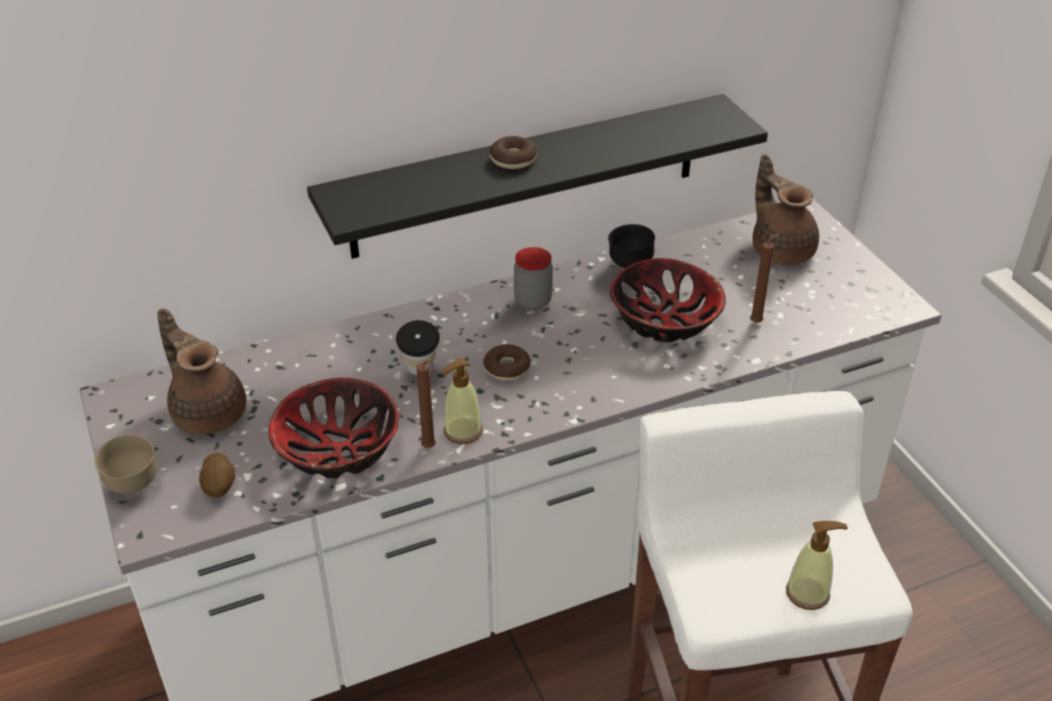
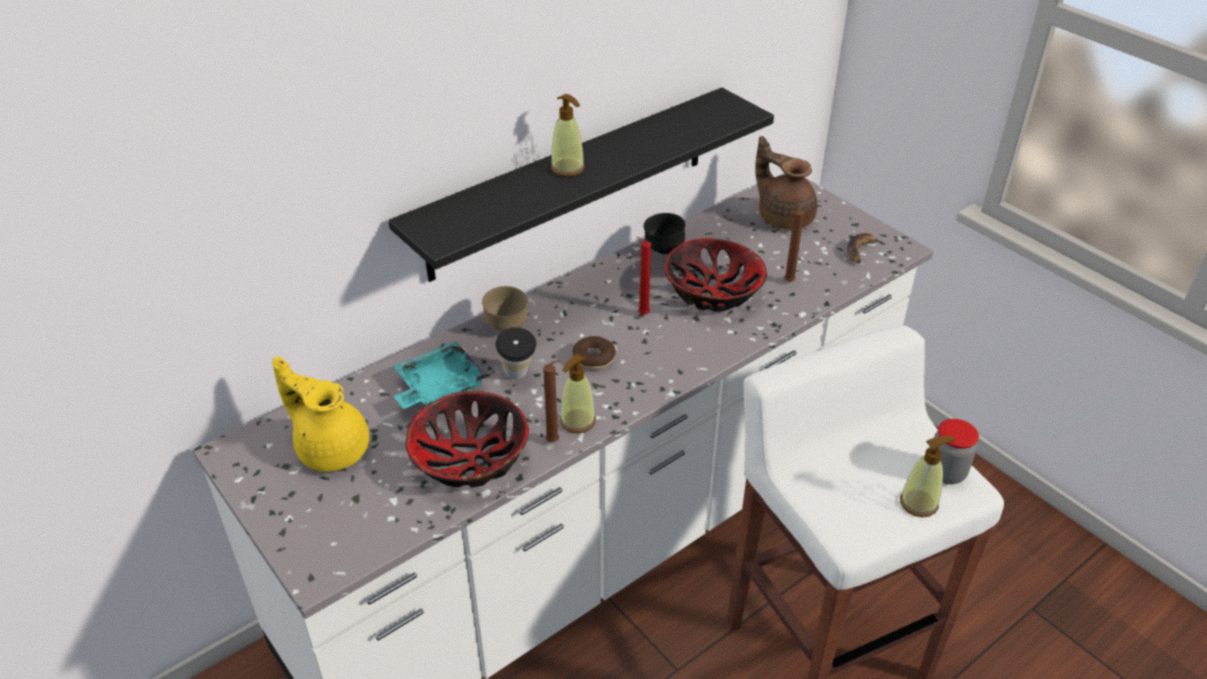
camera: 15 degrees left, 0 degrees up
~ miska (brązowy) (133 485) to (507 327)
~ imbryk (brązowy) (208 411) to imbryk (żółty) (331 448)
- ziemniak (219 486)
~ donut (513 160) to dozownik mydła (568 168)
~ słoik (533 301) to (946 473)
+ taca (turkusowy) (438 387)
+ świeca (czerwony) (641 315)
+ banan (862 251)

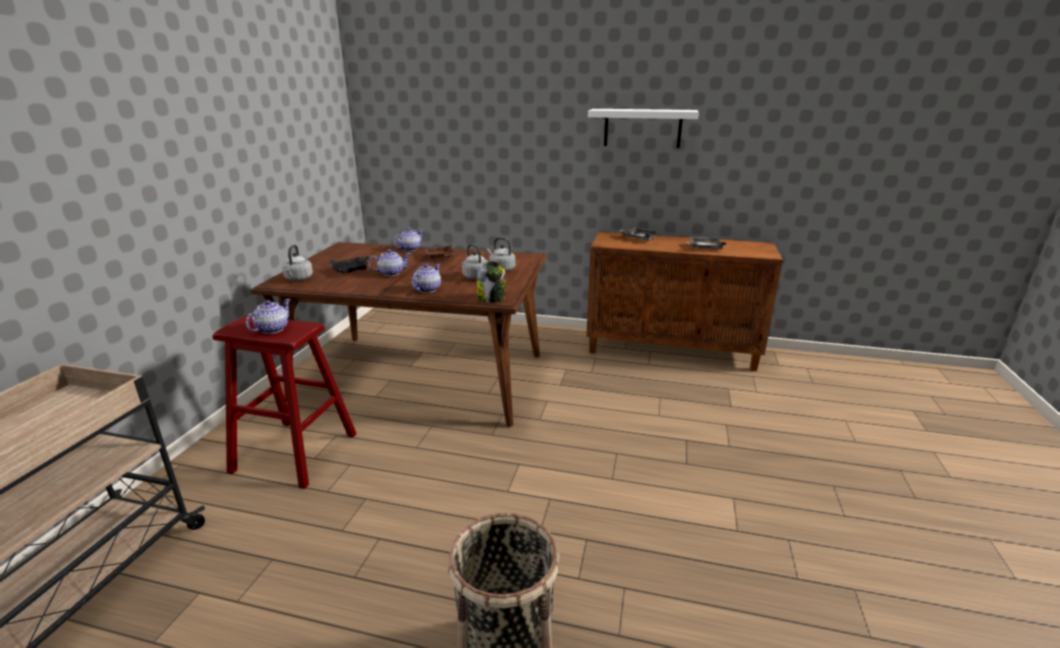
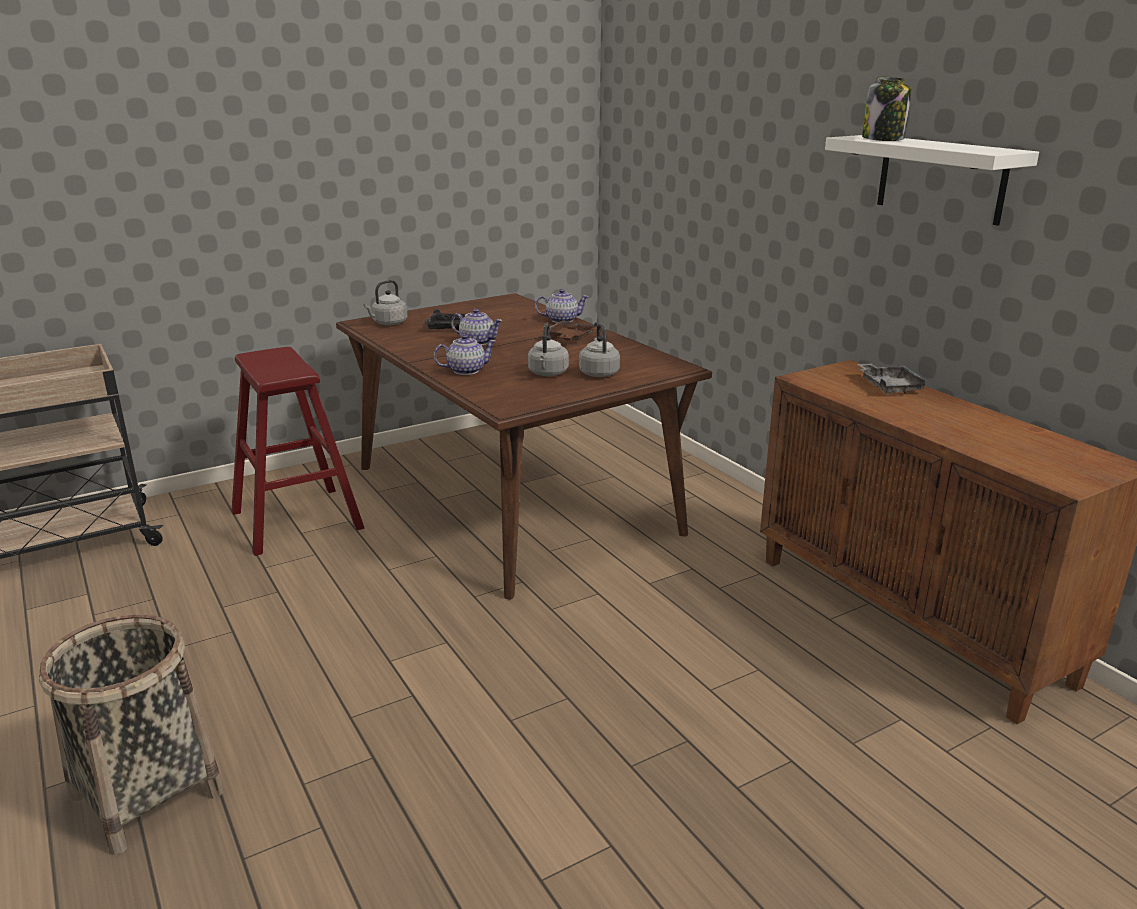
camera: 45 degrees right, 0 degrees up
- imbryk (272 329)
~ słoik (491 298) to (883 139)
- taca (szary) (704 248)

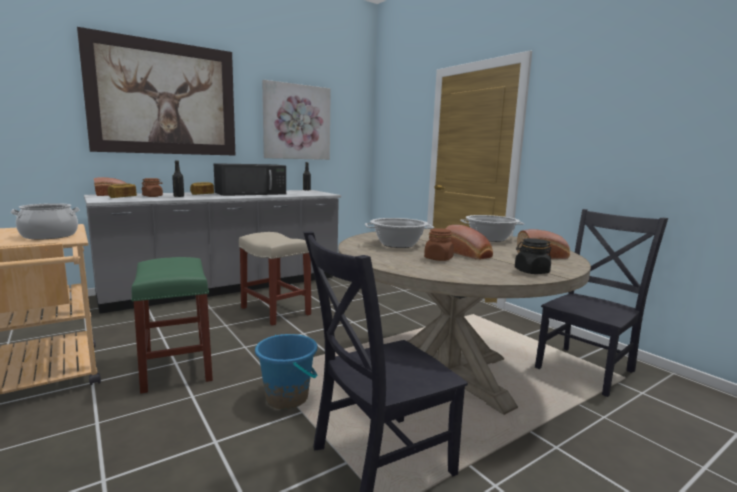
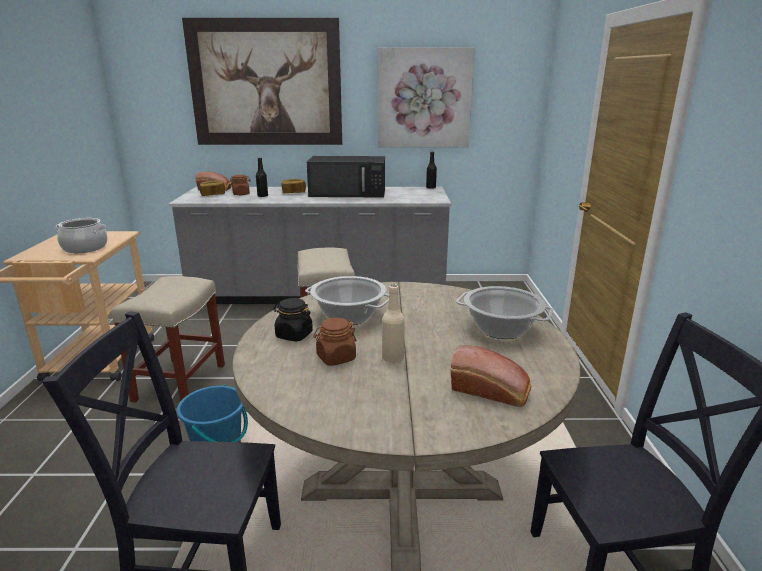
camera: 35 degrees right, 10 degrees up
~ stołek (zielony) (176 366) to stołek (beżowy) (180 381)
~ chleb (468 254) to butelka (beżowy) (393 358)
~ słoik (czarny) (531 271) to (294 335)

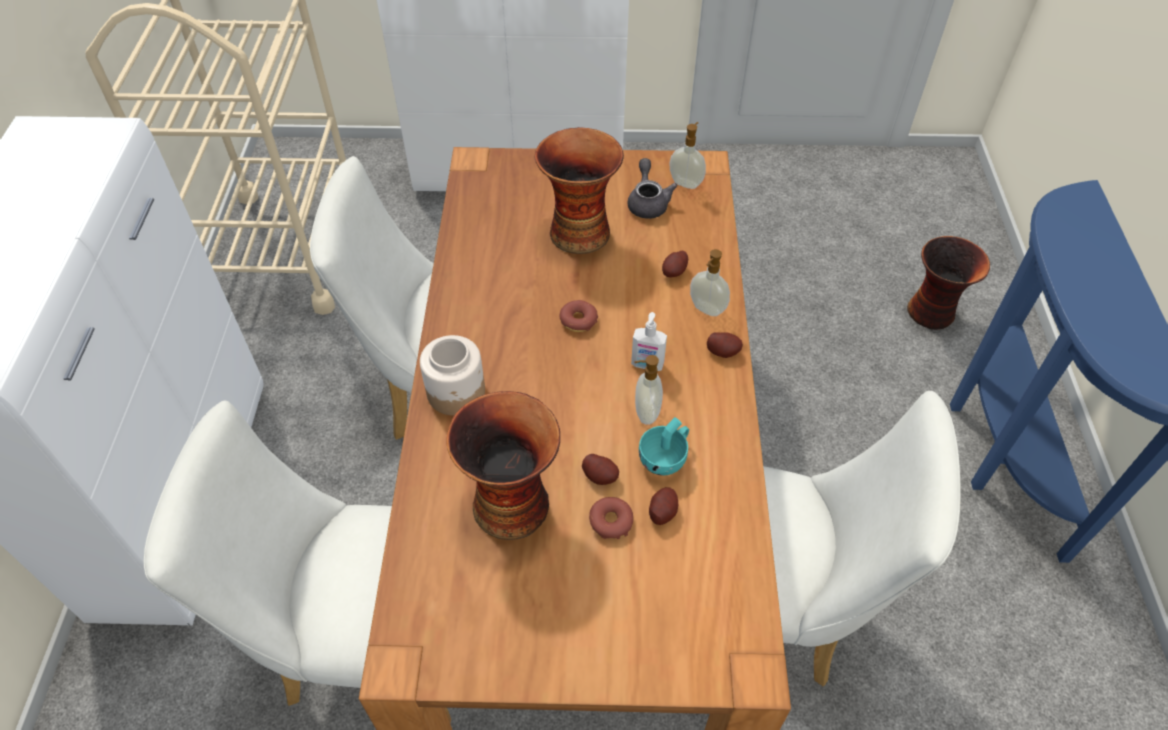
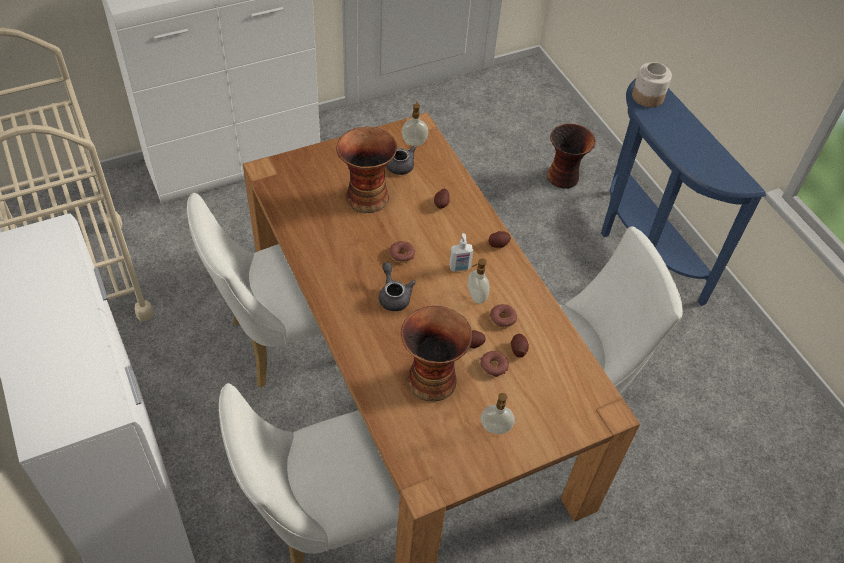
camera: 30 degrees left, 0 degrees up
~ słoik (456 392) to (648 97)
~ filiżanka (turkusowy) (665 458) to donut (502 319)
~ dozownik mydła (706 309) to (495 429)
+ imbryk (szary) (393 295)

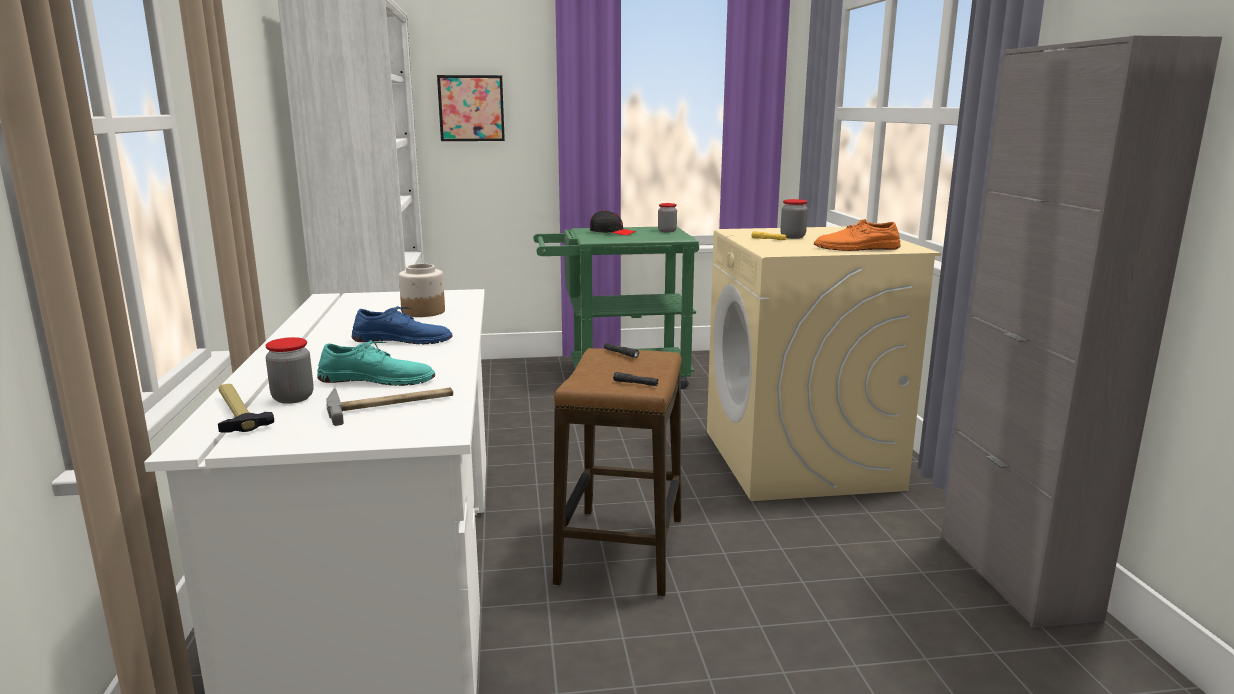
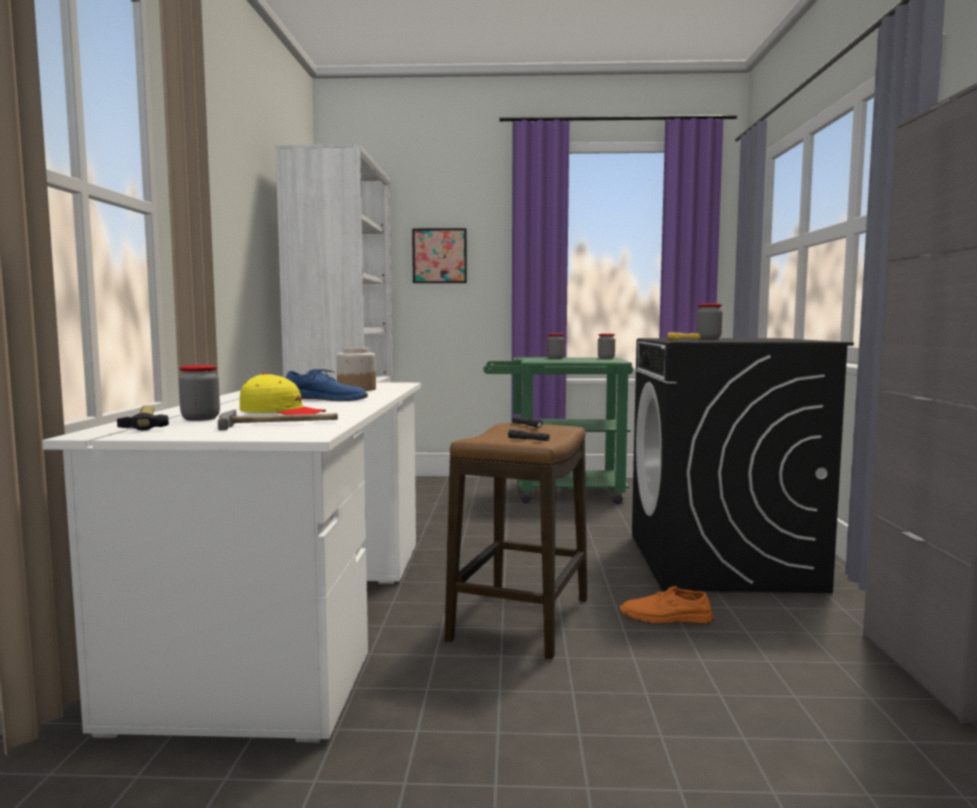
camera: 10 degrees right, 10 degrees down
~ but (turkusowy) (377 379) to czapka z daszkiem (żółty) (282 413)
~ czapka z daszkiem (czarny) (612 232) to słoik (555 358)
~ pralka (beżowy) (800 460) to pralka (czarny) (722 562)
~ but (pomarańczowy) (857 248) to (666 617)

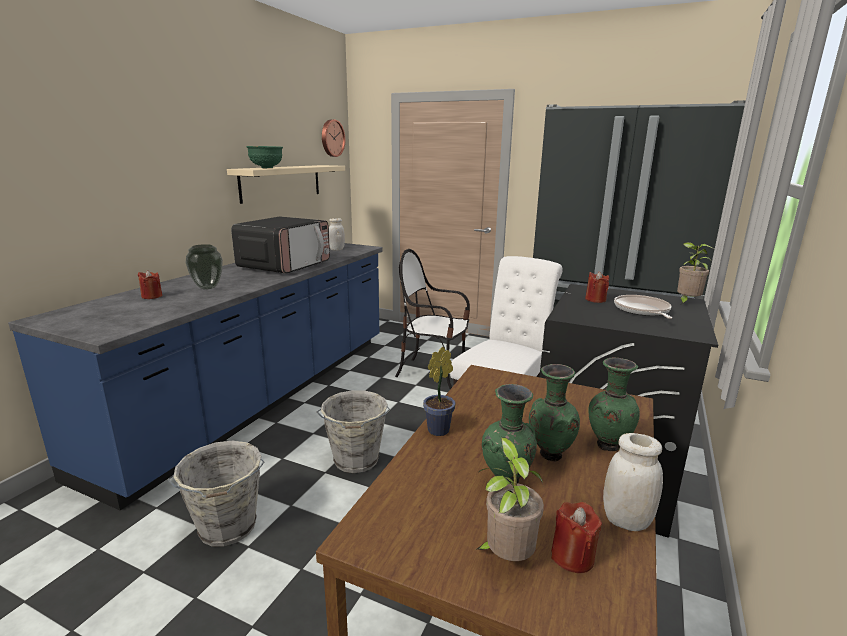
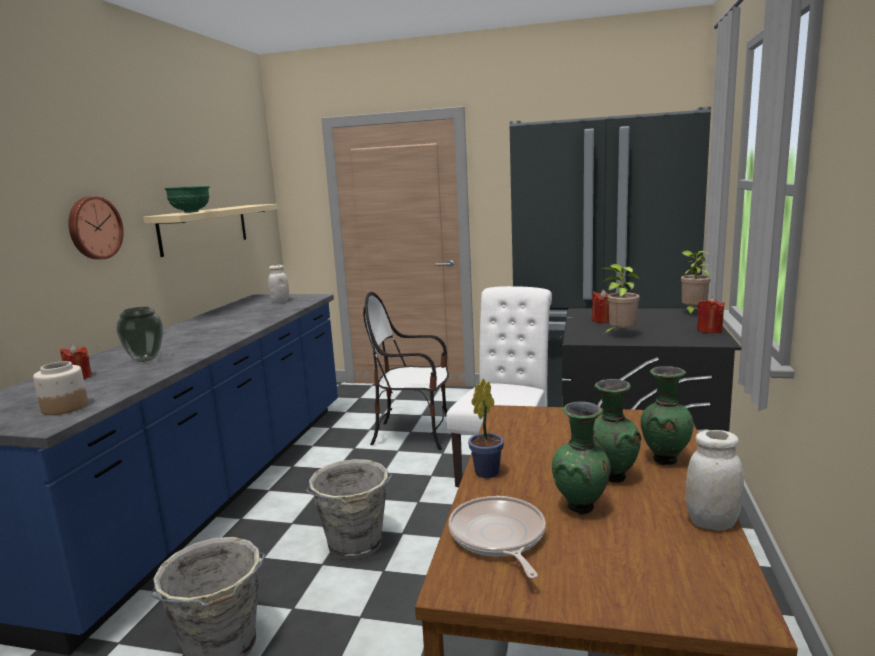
camera: 10 degrees left, 5 degrees down
- mikrofalówka (285 265)
~ zegar ścienny (332 138) to (93 228)
~ roślina doniczkowa (506 557) to (620 335)
~ świeca (czerwony) (572 556) to (709 330)
~ patelnia (642 311) to (498 537)
+ słoik (64 408)

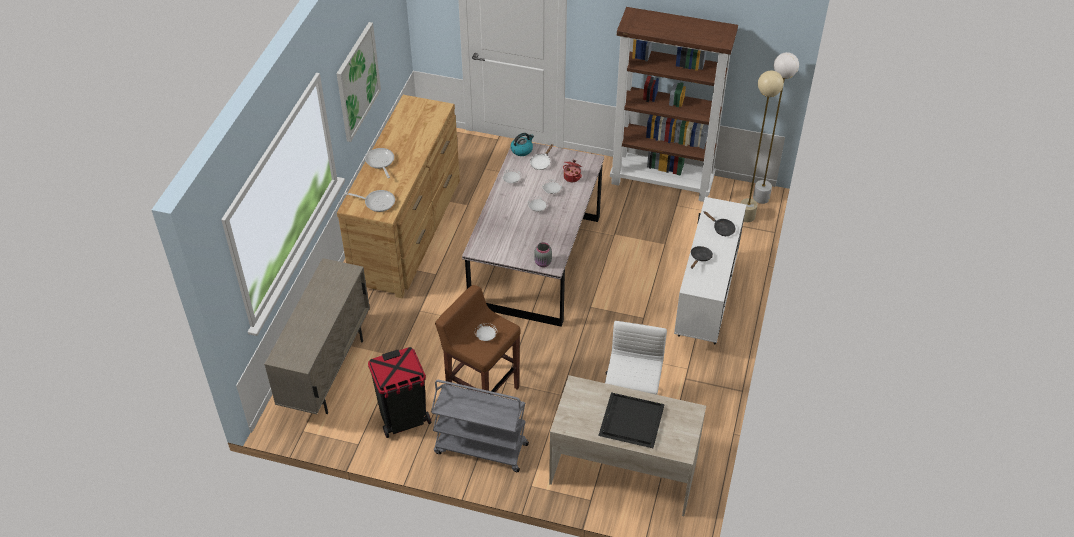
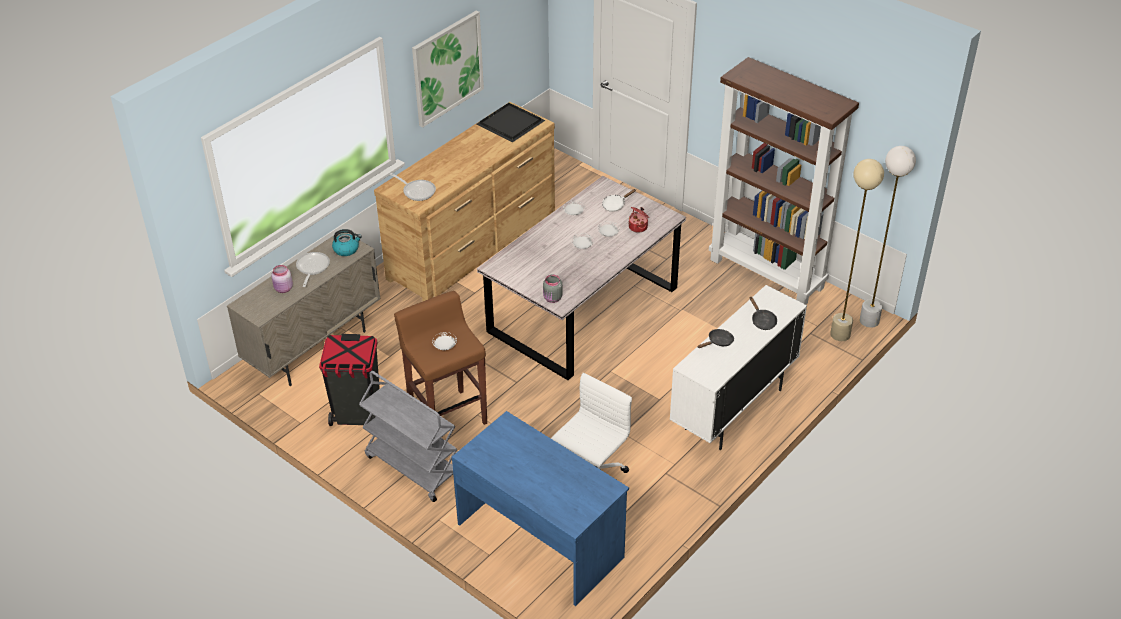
camera: 25 degrees right, 5 degrees down
~ patelnia (380 162) to (312 268)
~ czajnik (522 150) to (346 249)
~ biurko (beżowy) (623 471) to biurko (niebieski) (541 539)
~ taca (czarny) (630 422) to (509 124)
+ słoik (różowy) (283 289)

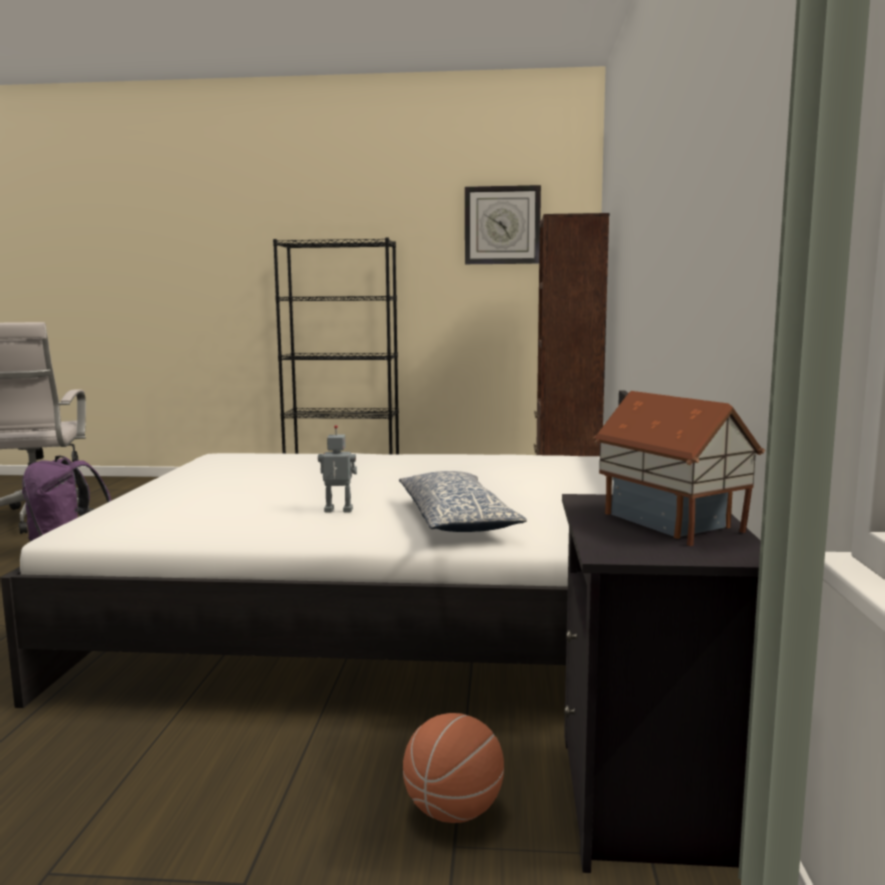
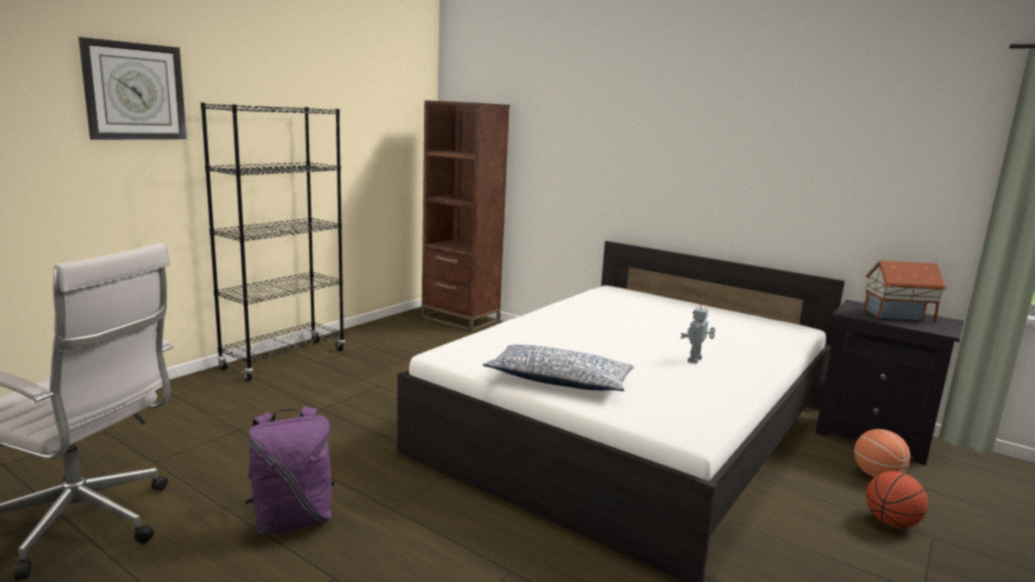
camera: 60 degrees left, 5 degrees up
~ poduszka (456 520) to (559 381)
~ zegar ścienny (502 225) to (134 91)
+ piłka do koszykówki (891 523)

